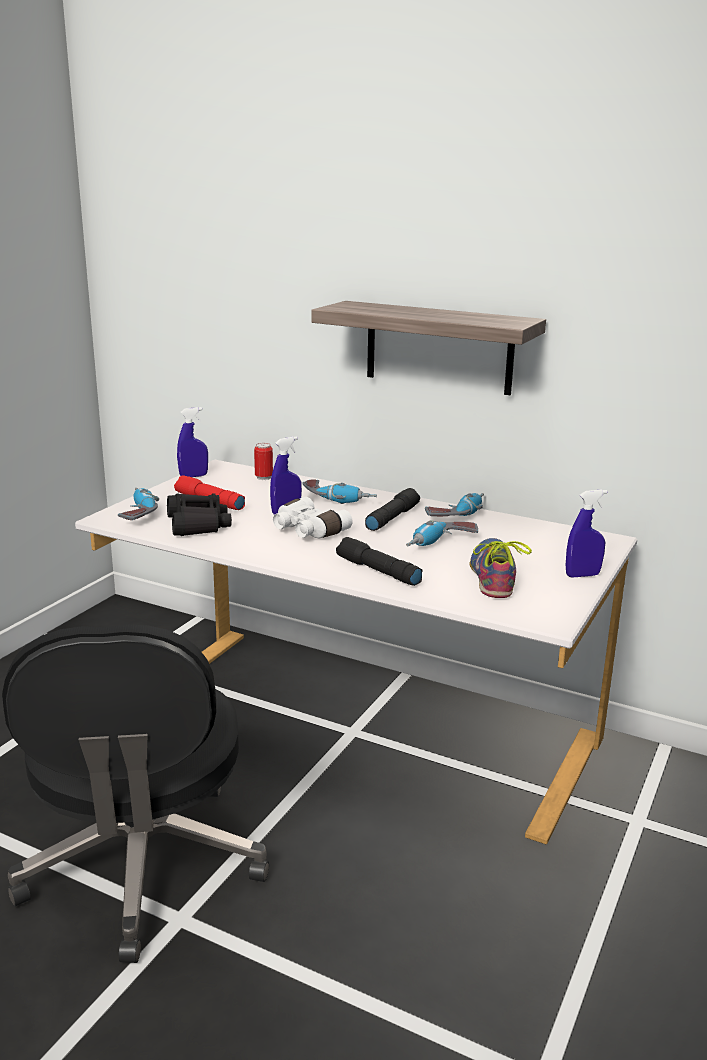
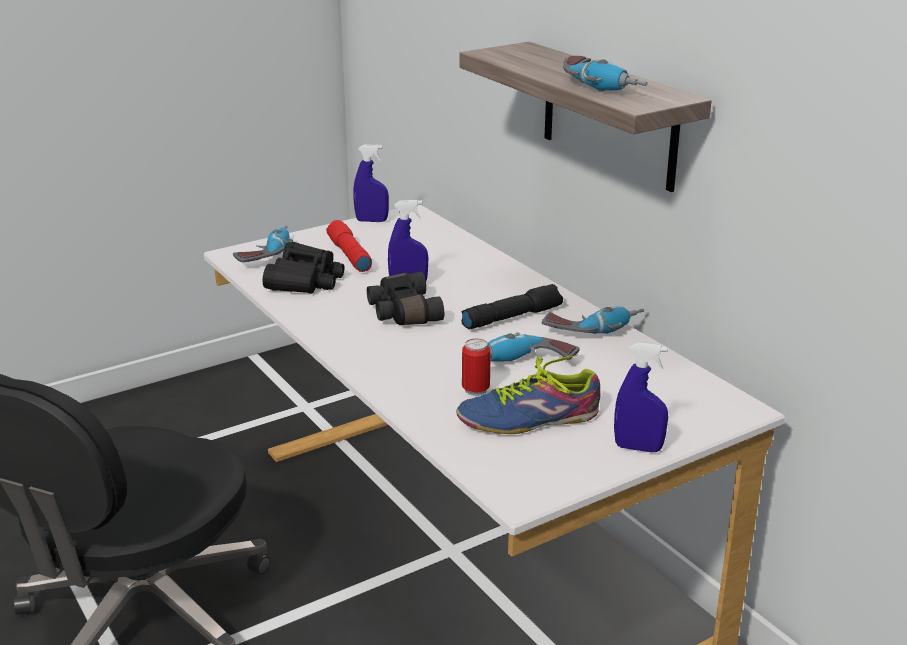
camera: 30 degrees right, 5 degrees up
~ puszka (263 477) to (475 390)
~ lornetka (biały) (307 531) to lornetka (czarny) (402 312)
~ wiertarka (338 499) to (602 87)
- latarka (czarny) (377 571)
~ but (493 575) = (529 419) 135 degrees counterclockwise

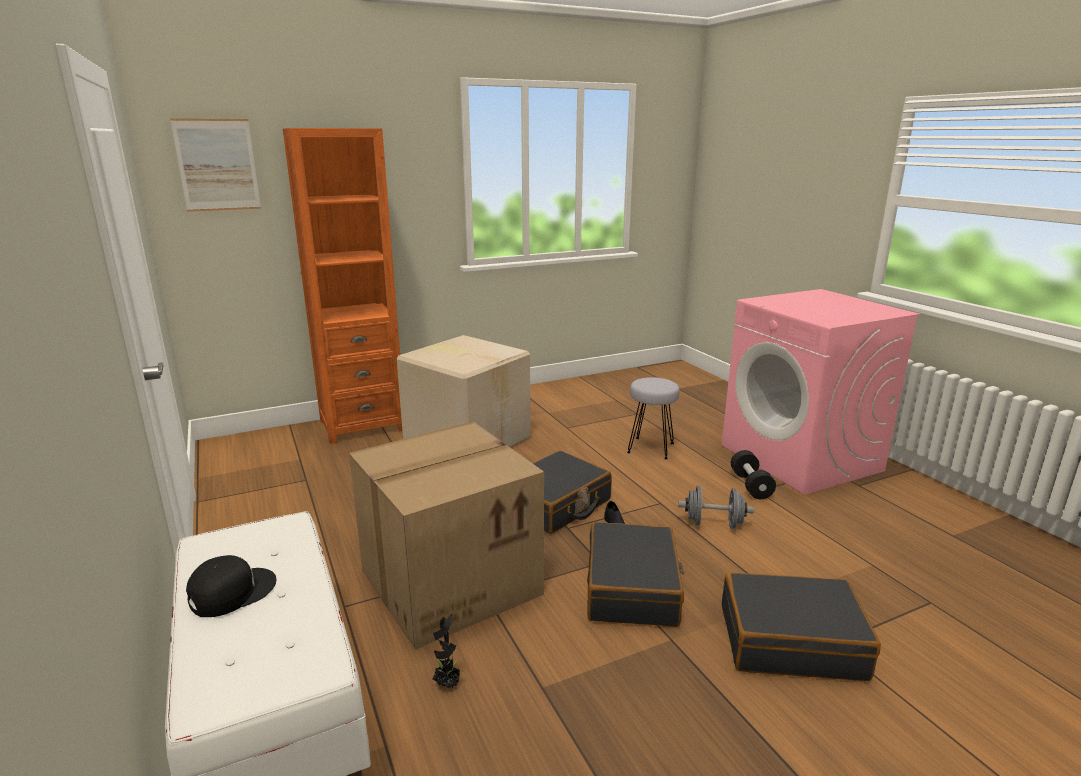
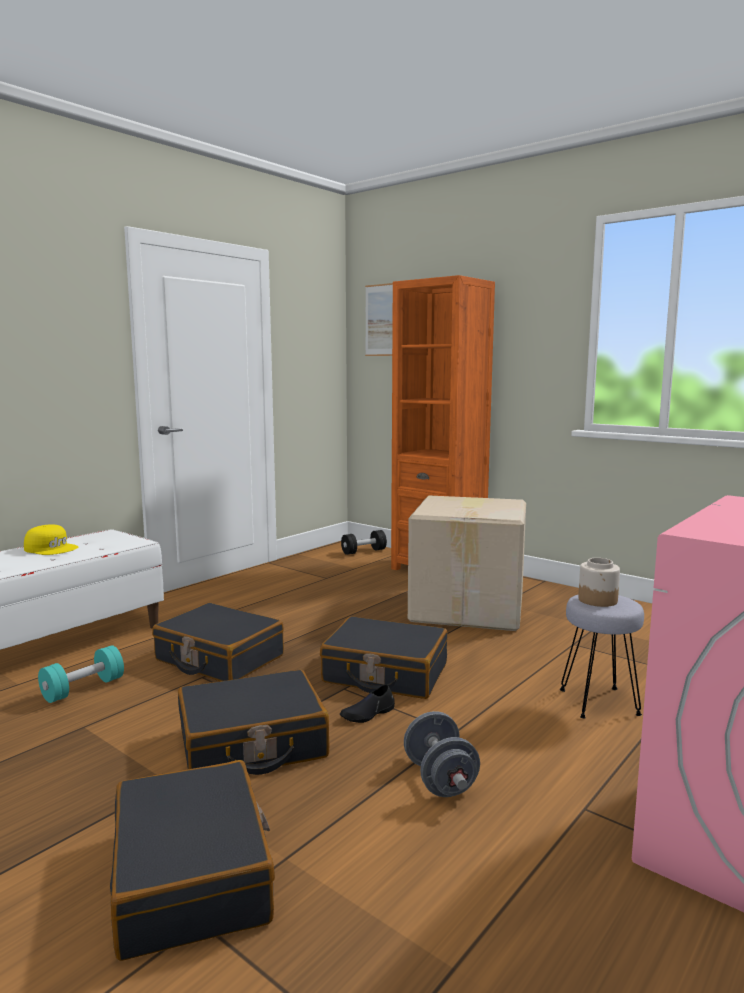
camera: 65 degrees right, 10 degrees down
~ czapka z daszkiem (czarny) (231 591) to czapka z daszkiem (żółty) (51 548)
~ karton (451 580) to walizka (czarny) (219 658)
~ roślina doniczkowa (448 684) to hantel (turkusowy) (83 689)
~ hantel (czarny) (750 485) to (363 551)
+ słoik (598 600)

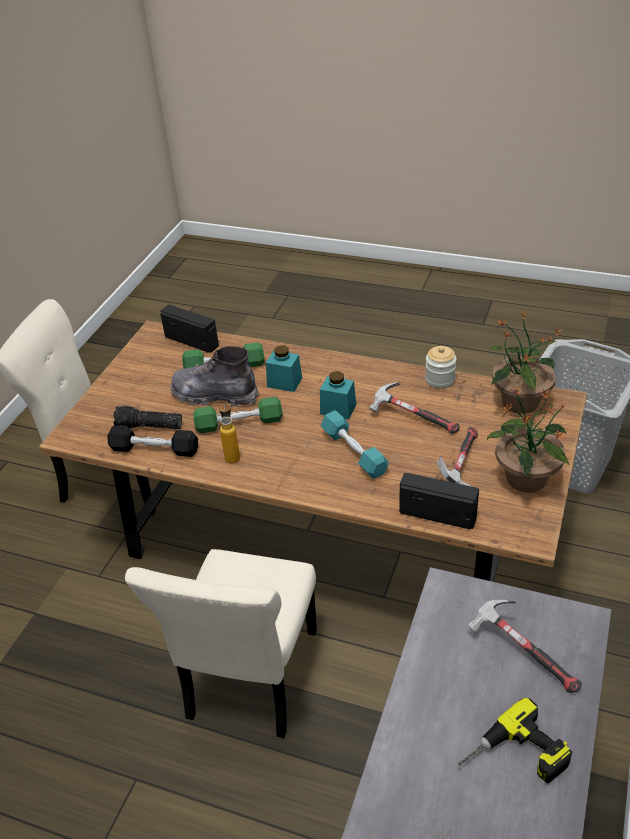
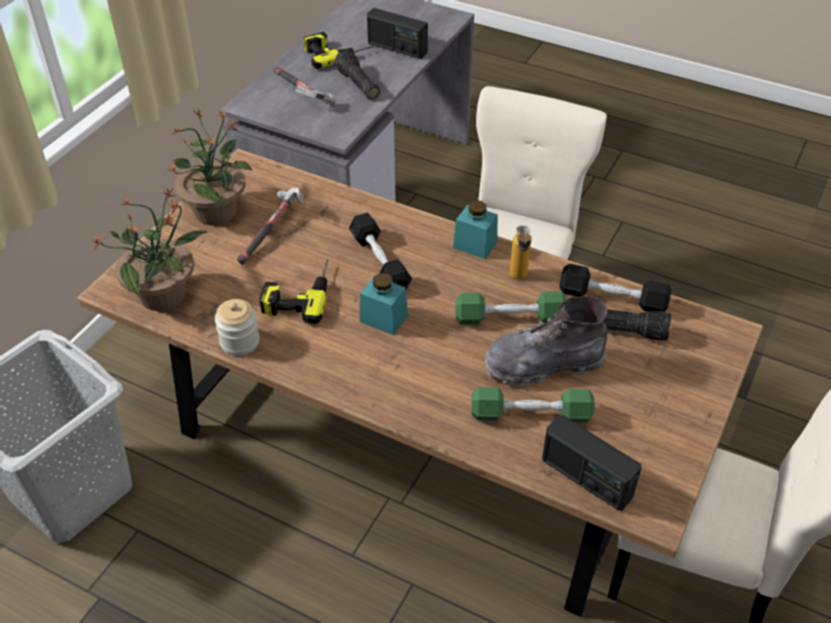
camera: 175 degrees left, 5 degrees up
~ but z cholewką (szary) (215 395) = (543 364) 150 degrees clockwise
~ słoik (turkusowy) (284 382) to (475 245)
~ hantel (turkusowy) (354 452) to hantel (czarny) (379 262)
~ młotek (413 418) to wiertarka (298 293)
~ radio (437 514) to (397 48)
+ latarka (357 84)

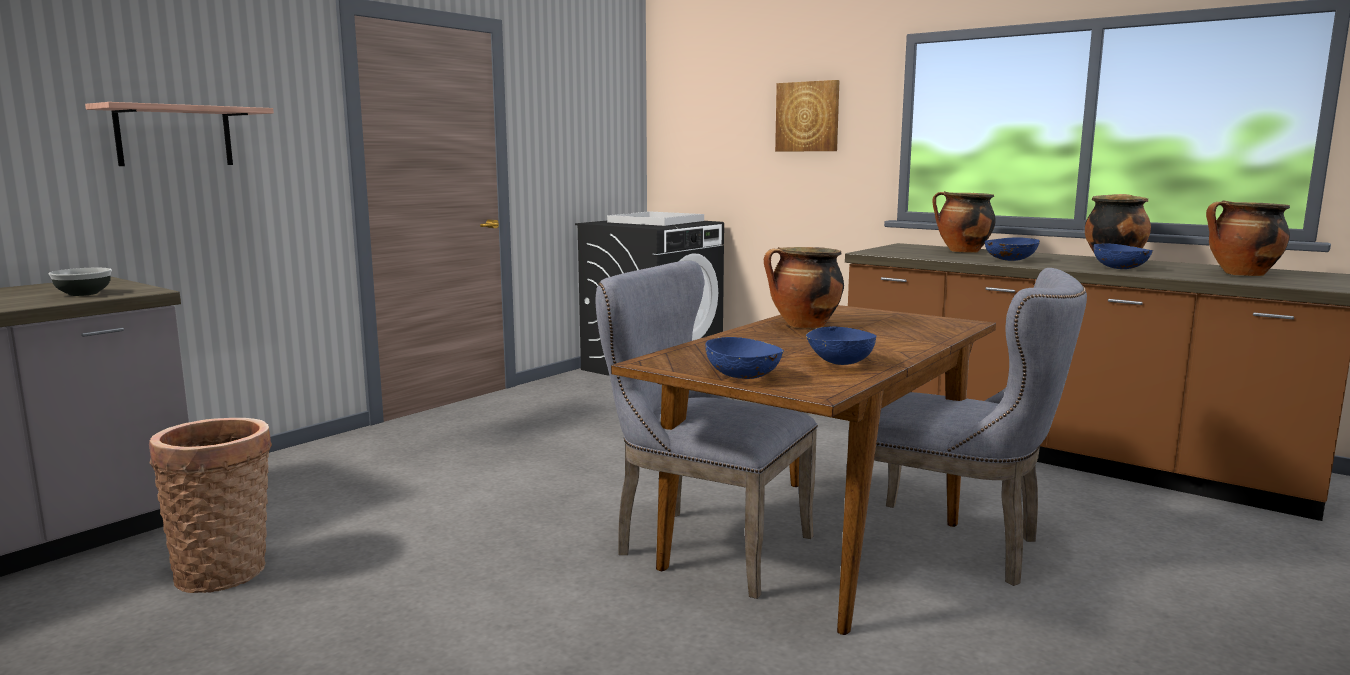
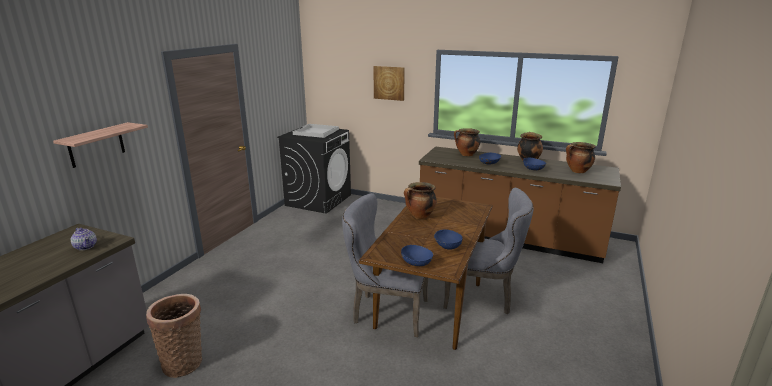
camera: 15 degrees left, 10 degrees up
~ miska (84 293) to imbryk (86 246)

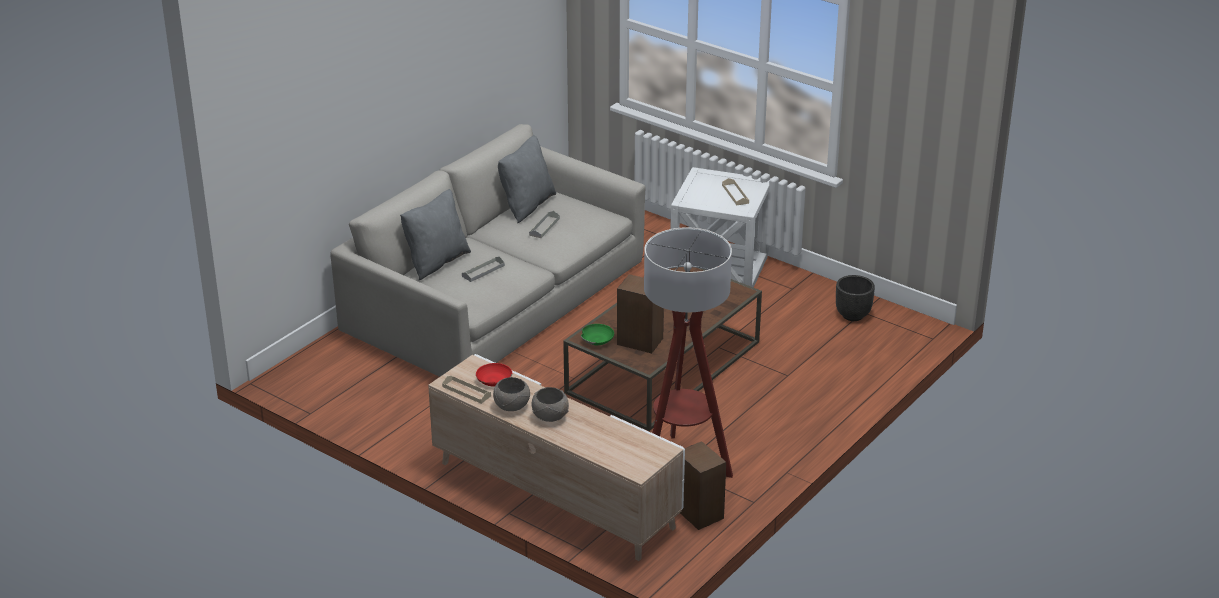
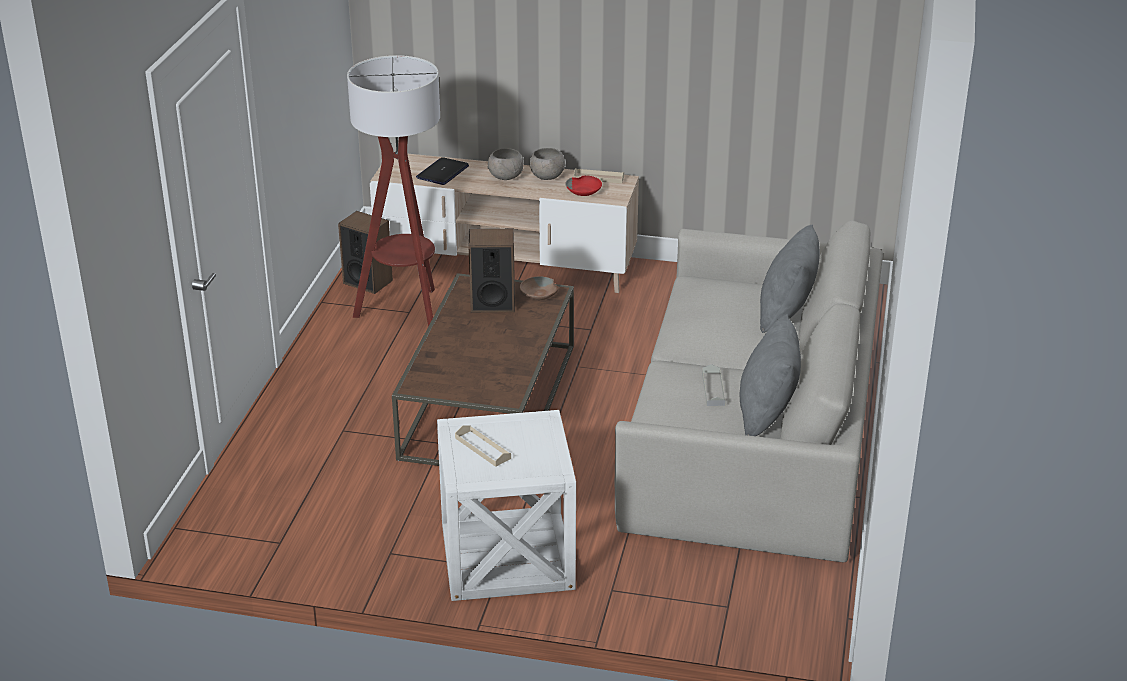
camera: 155 degrees right, 0 degrees up
- taca (szary) (483 271)
~ miska (zielony) (597 339) to miska (brązowy) (539 294)
- donica (czarny) (853 316)
+ laptop (442 172)

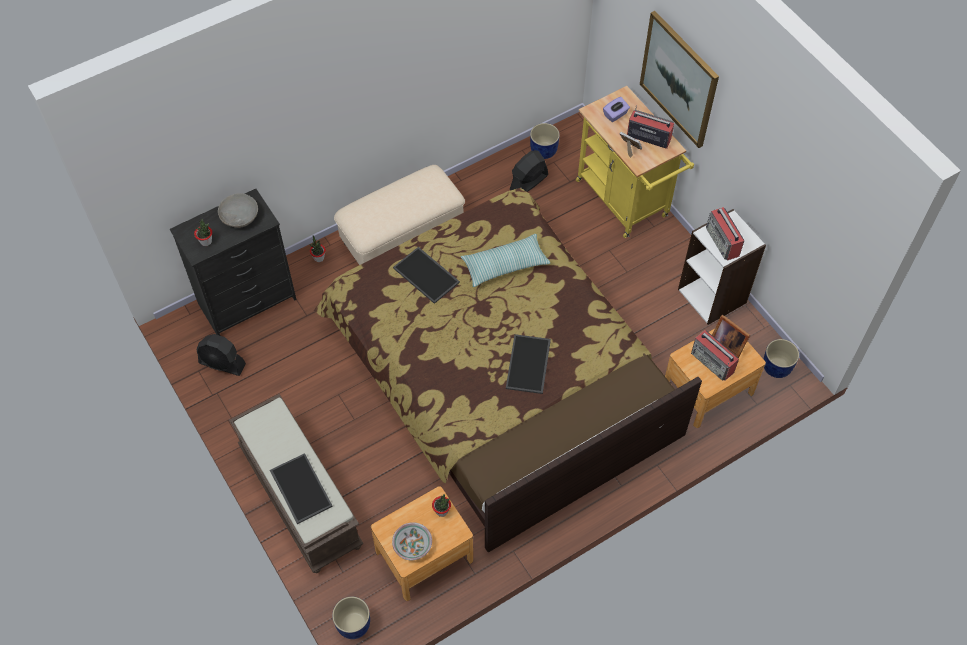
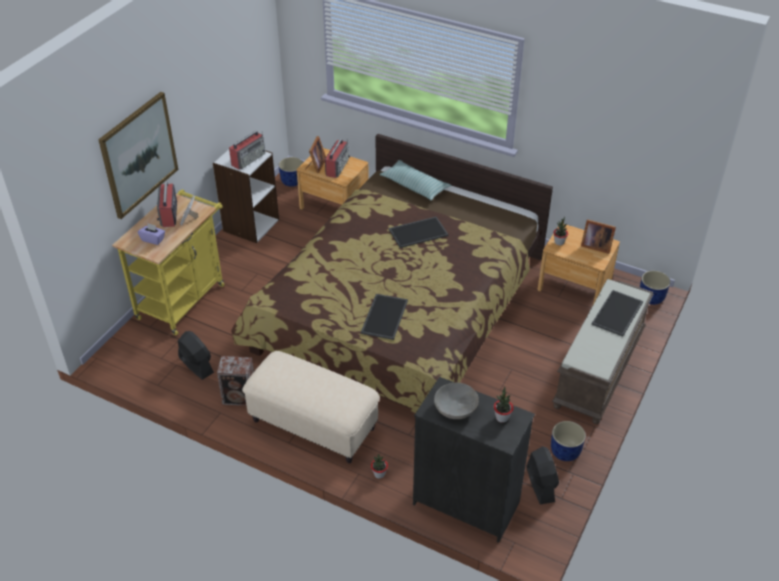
camera: 120 degrees left, 15 degrees down
~ miska (412 545) to ramka na zdjęcie (595 245)
~ poduszka (505 265) to (415 186)
~ wentylator (czarny) (528 182) = (196 365) 150 degrees counterclockwise
~ donica (niebieski) (544 151) to (565 451)
+ głośnik (240 397)

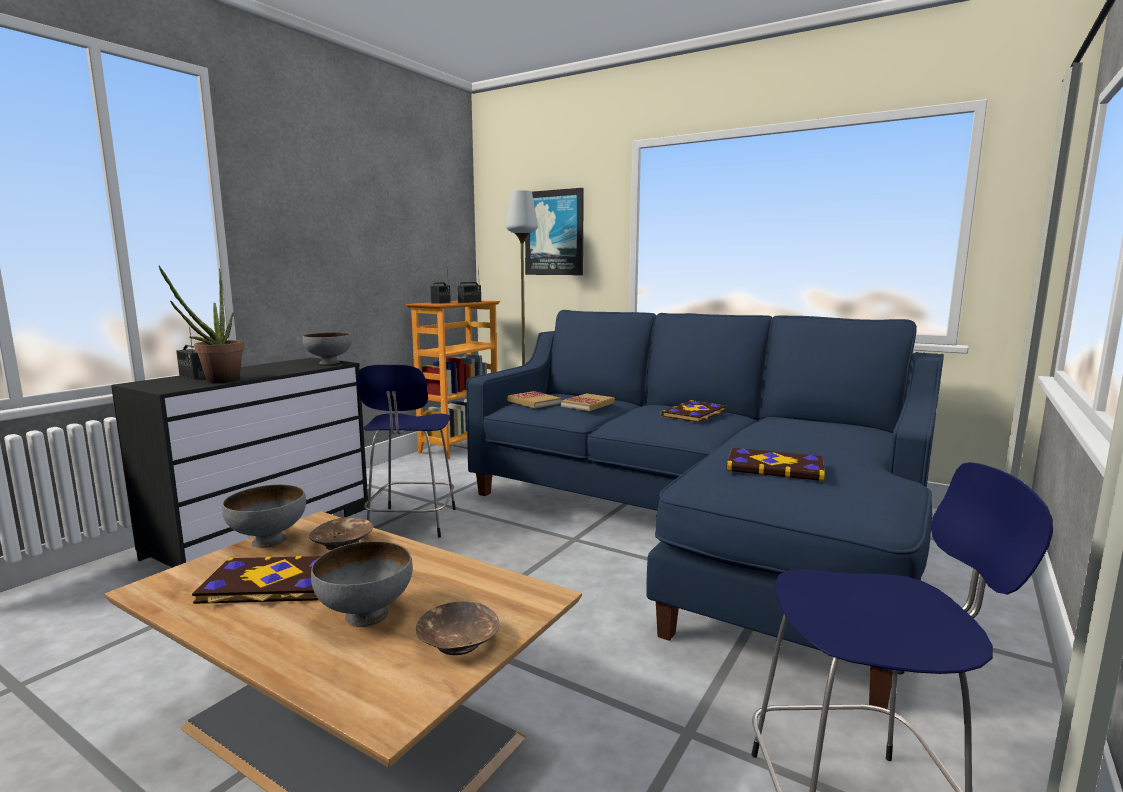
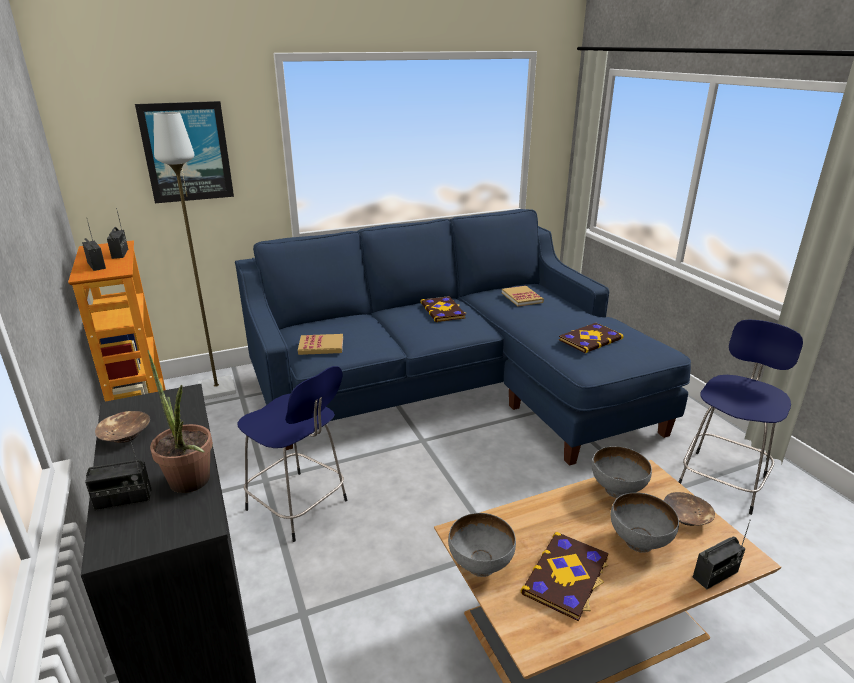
camera: 55 degrees left, 15 degrees up
~ miska (szary) (329 362) to (616 490)
~ miska (brązowy) (343 543) to (126 434)
~ książka (588 404) to (522 298)
+ radio (715 575)

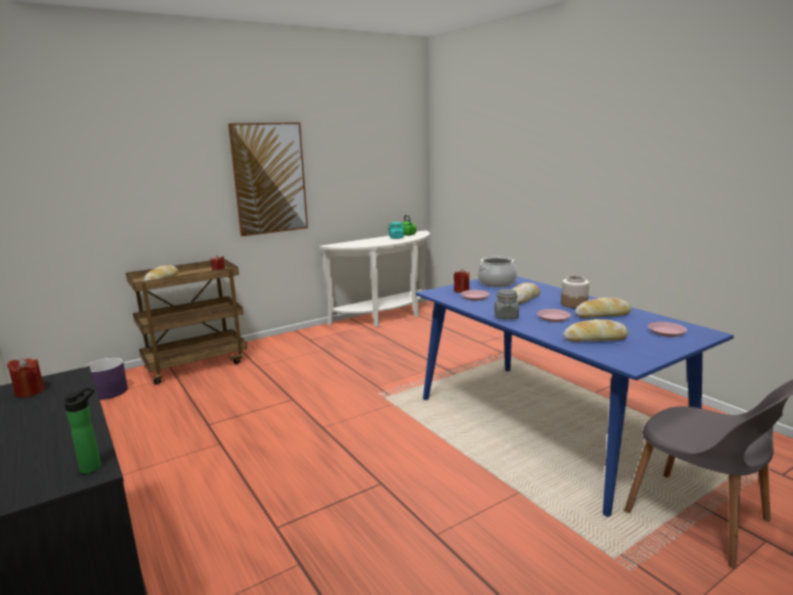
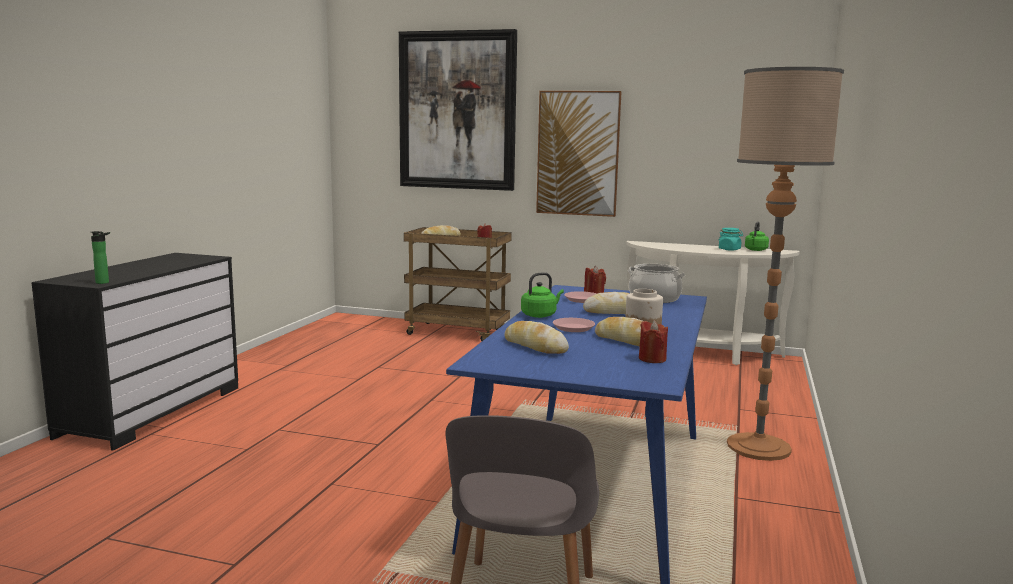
camera: 50 degrees right, 5 degrees down
~ świeca (czerwony) (29 391) to (652 359)
- donica (fioletowy) (109 392)
~ słoik (szary) (506 317) to czajnik (zielony) (540 315)
- talerz (różowy) (666 332)
+ obraz (457 111)
+ lampa stojąca (758 447)

